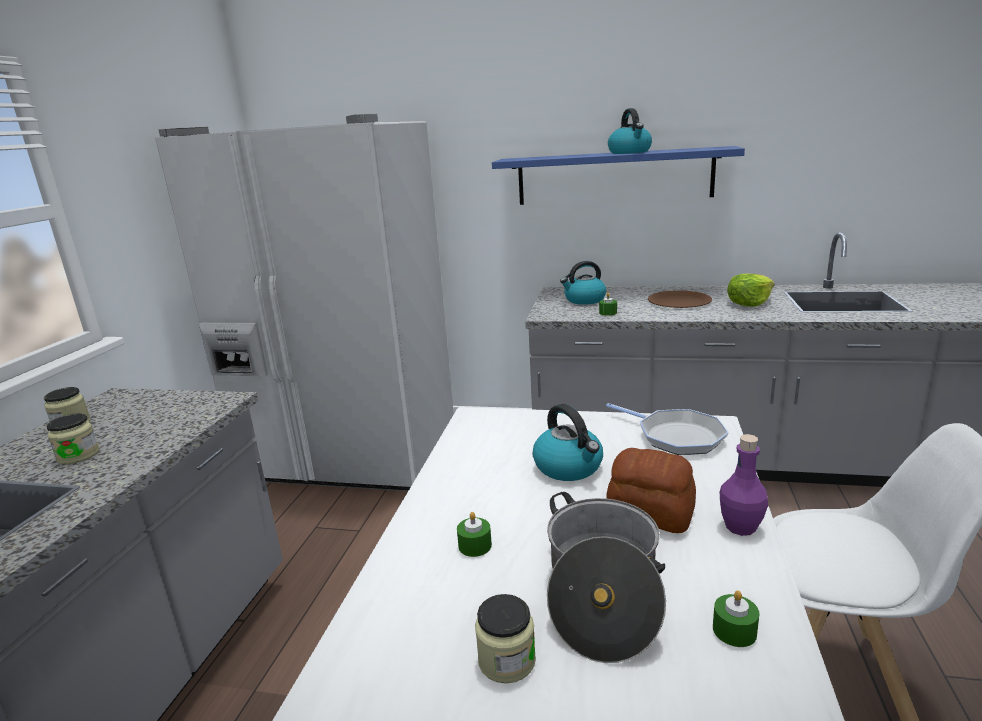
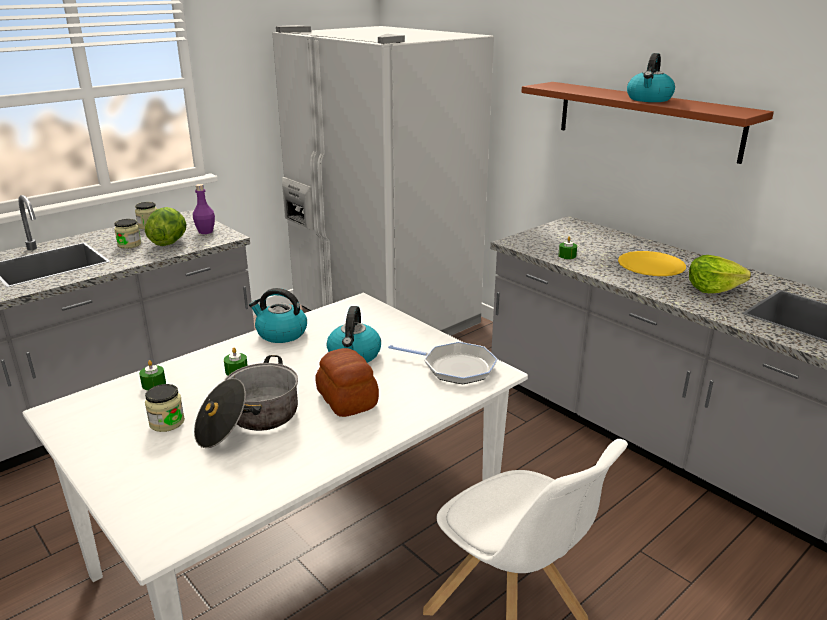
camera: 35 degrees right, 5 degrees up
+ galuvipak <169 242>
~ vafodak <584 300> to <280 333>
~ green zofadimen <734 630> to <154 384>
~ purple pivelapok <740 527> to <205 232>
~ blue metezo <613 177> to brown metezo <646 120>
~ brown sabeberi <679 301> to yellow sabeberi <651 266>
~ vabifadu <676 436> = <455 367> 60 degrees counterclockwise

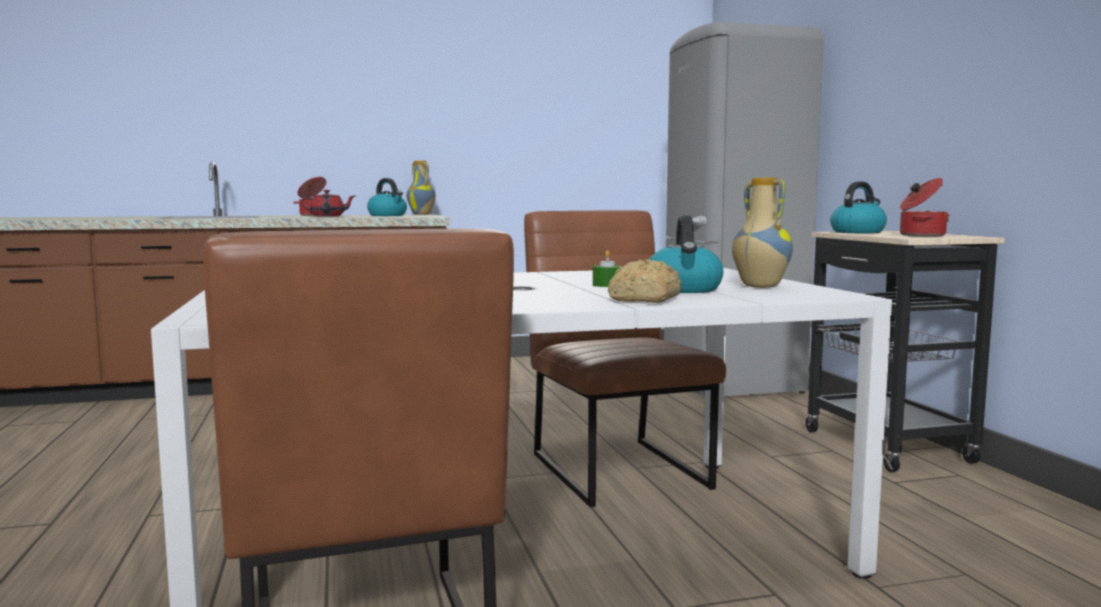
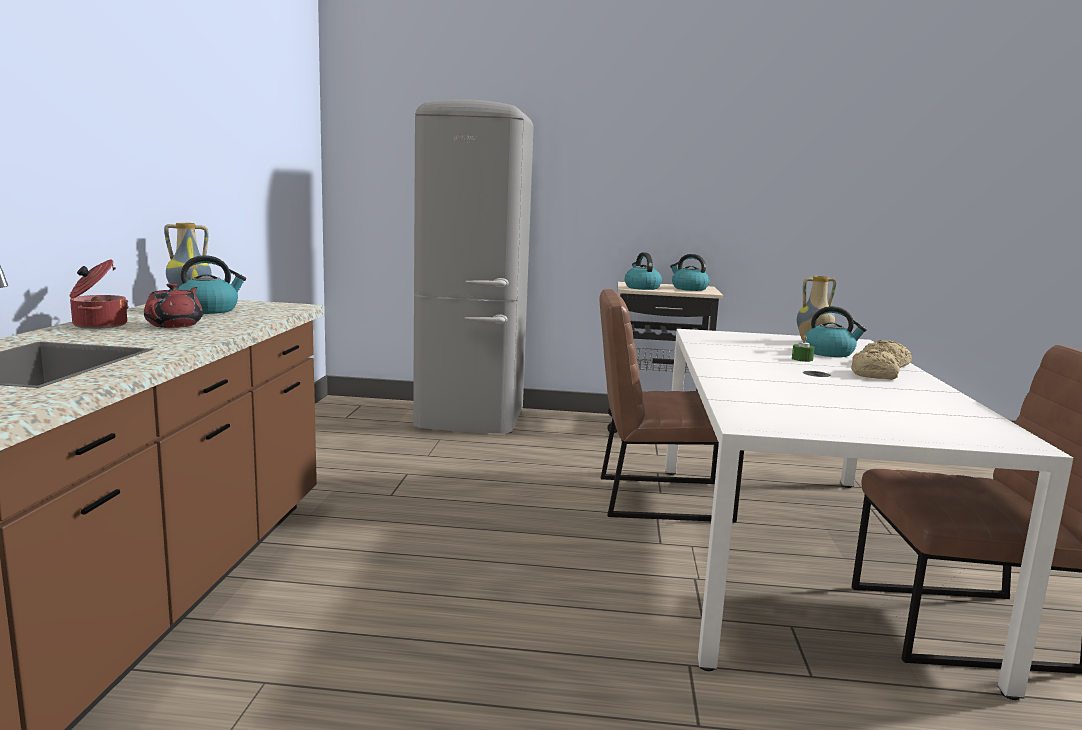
camera: 70 degrees left, 5 degrees up
+ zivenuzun <875 375>
~ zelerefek <920 235> to vafodak <688 288>

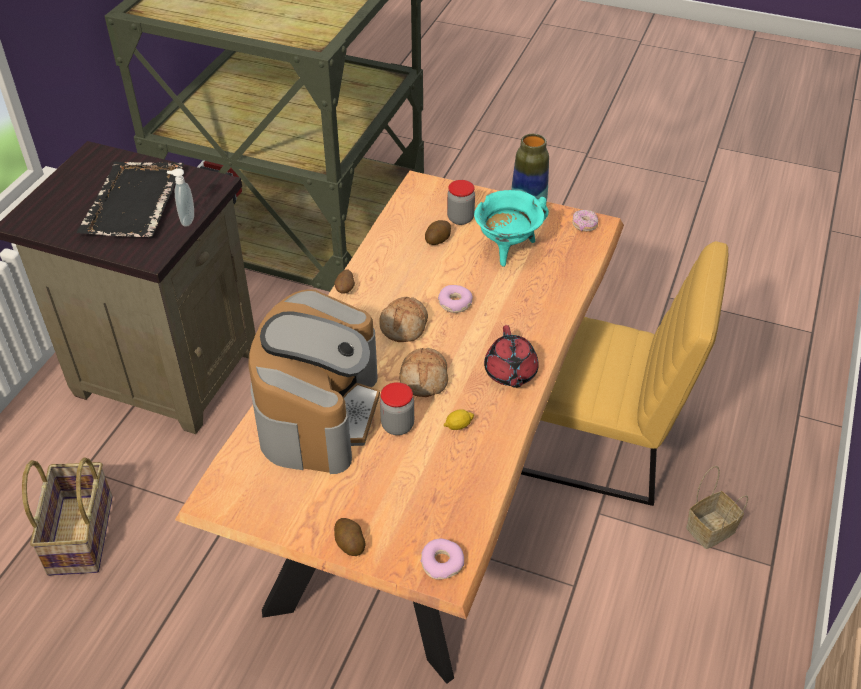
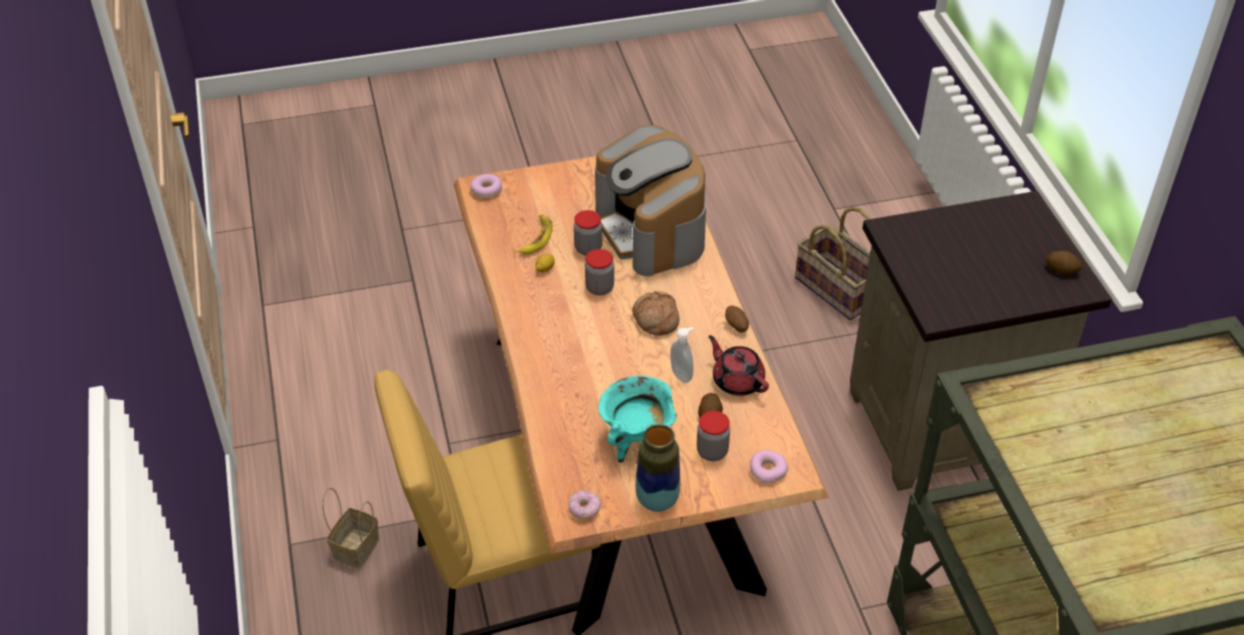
camera: 145 degrees right, 0 degrees up
- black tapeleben <133 203>
+ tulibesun <536 238>
~ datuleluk <186 220> to <682 375>
~ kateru <349 543> to <1062 270>
~ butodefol <455 303> to <767 470>
~ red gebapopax <510 373> to <737 380>
~ zivenuzun <425 379> to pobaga <599 288>

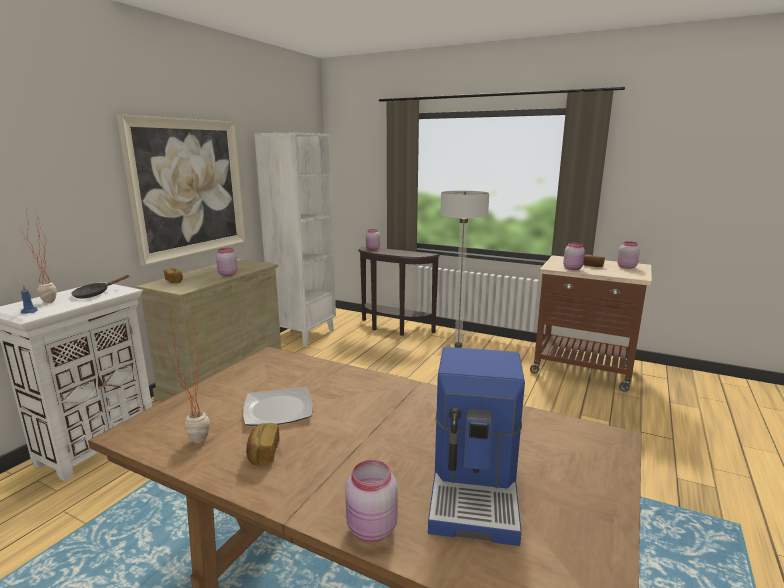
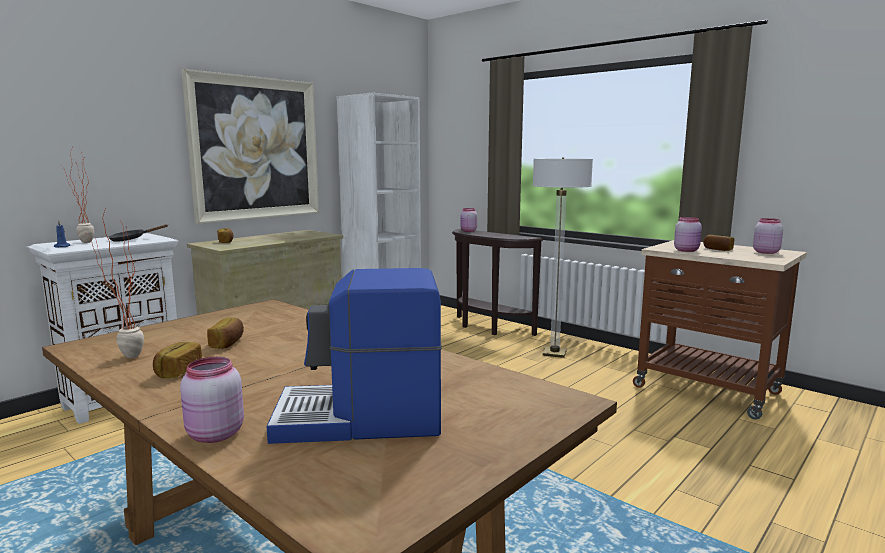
camera: 15 degrees right, 5 degrees down
- pink pobaga <227 274>
~ sabeberi <277 409> to zivenuzun <228 343>
~ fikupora <476 486> = <360 419> 60 degrees clockwise

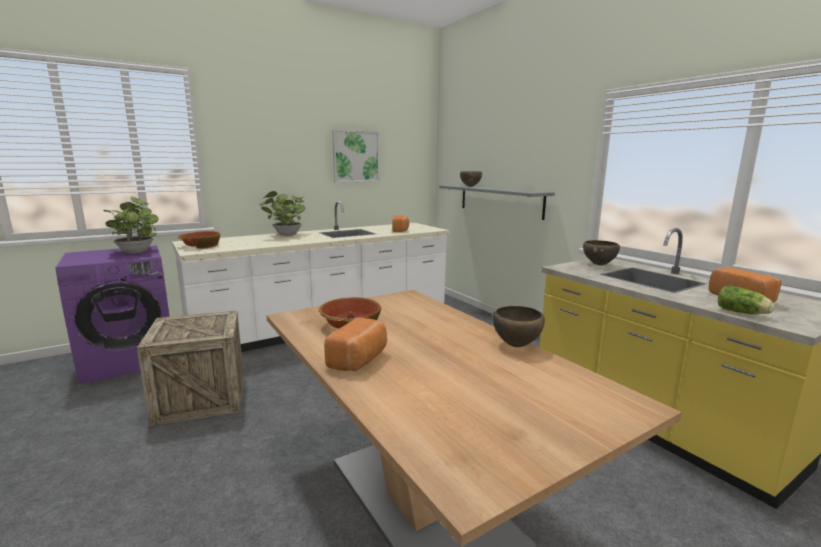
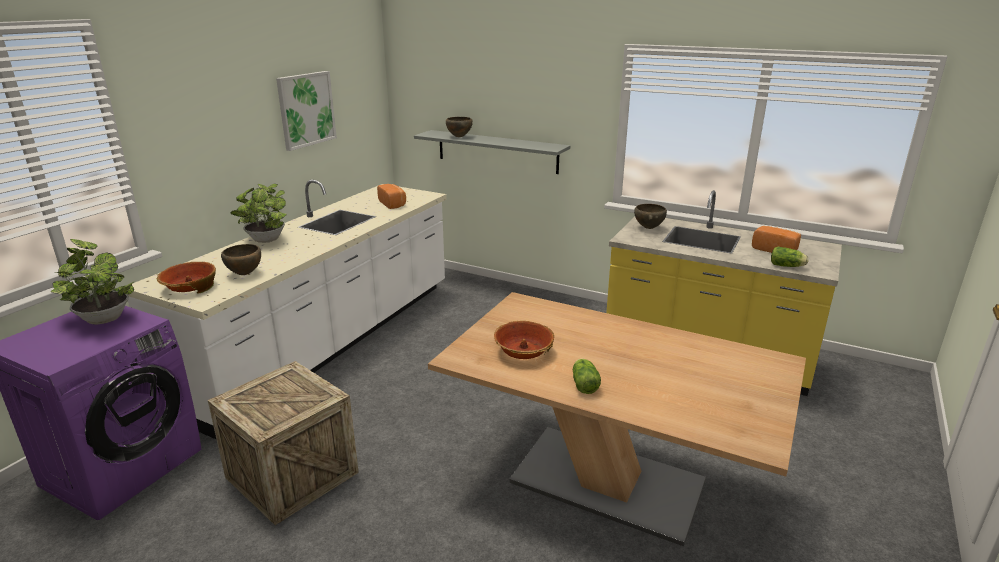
camera: 30 degrees left, 10 degrees up
~ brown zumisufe <516 345> to <245 274>
~ zivenuzun <359 360> to galuvipak <584 384>

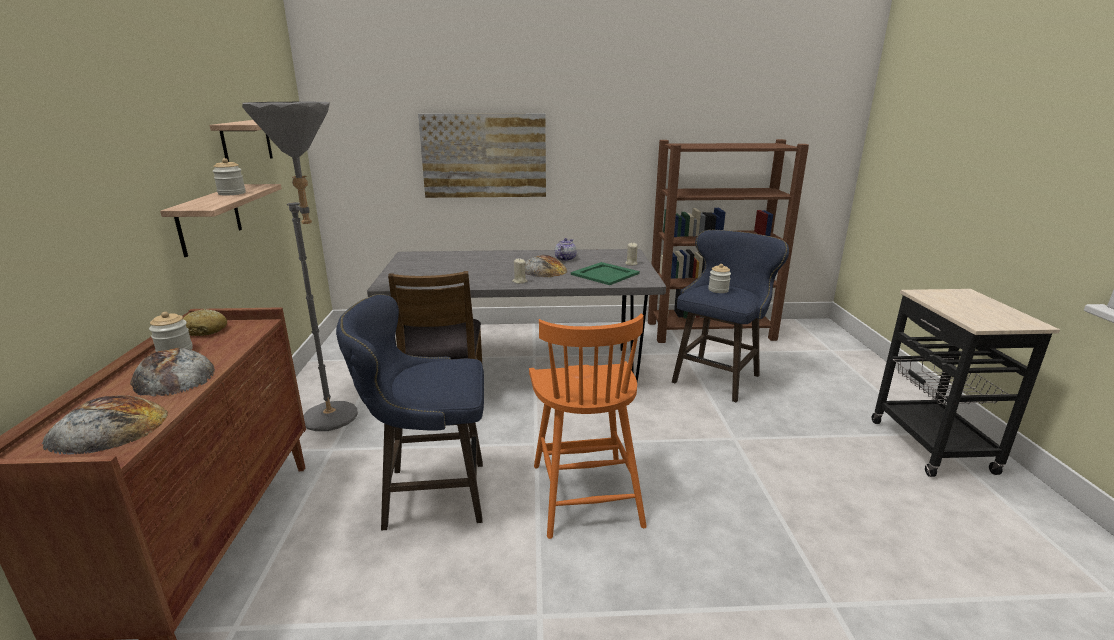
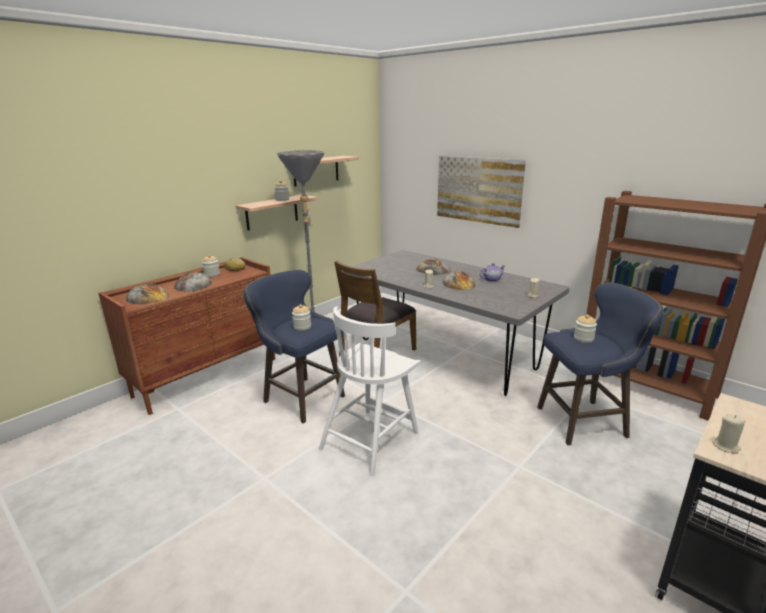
camera: 45 degrees right, 0 degrees up
- green tapeleben <604 274>
+ pobaga <302 327>
+ zivenuzun <433 270>
+ beige zofadimen <726 446>
~ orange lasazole <585 491> to white lasazole <371 439>

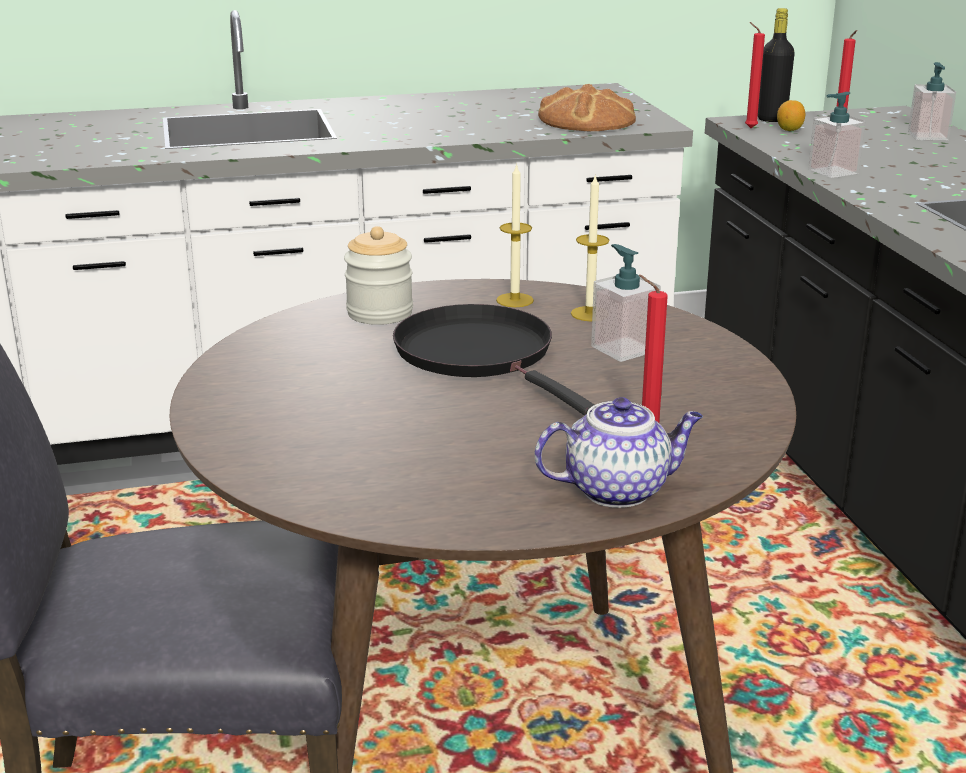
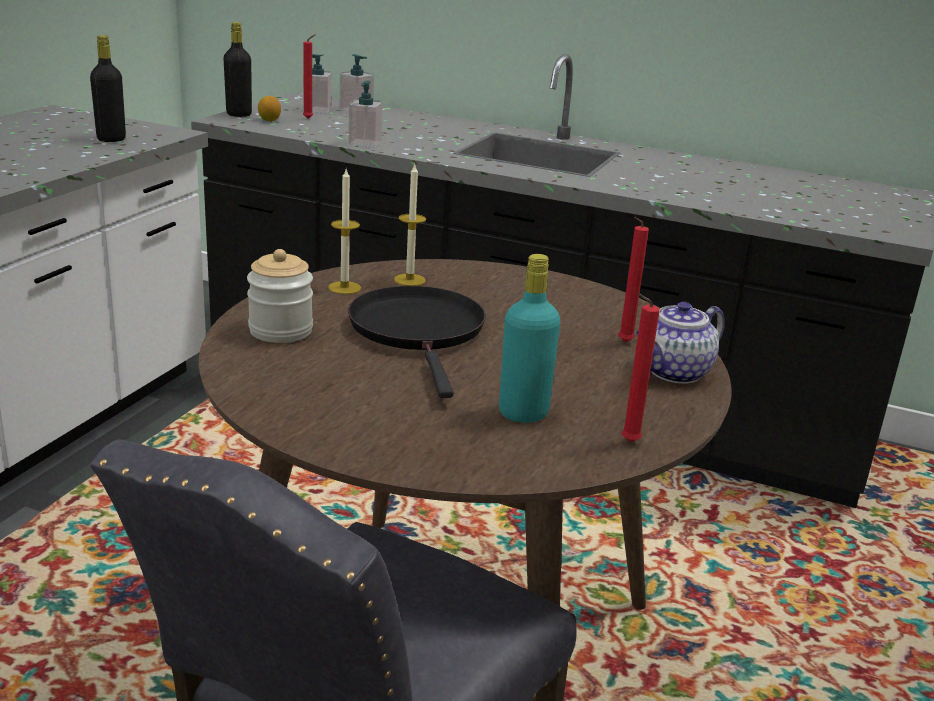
camera: 55 degrees left, 0 degrees up
+ turquoise pivelapok <523 413>
~ datuleluk <623 349> to <317 109>
~ red zofadimen <749 128> to <627 442>
~ zivenuzun <586 121> to black pivelapok <111 139>
~ black vabifadu <480 355> = <419 331> 75 degrees clockwise
~ gebapopax <618 489> = <673 373> 150 degrees counterclockwise

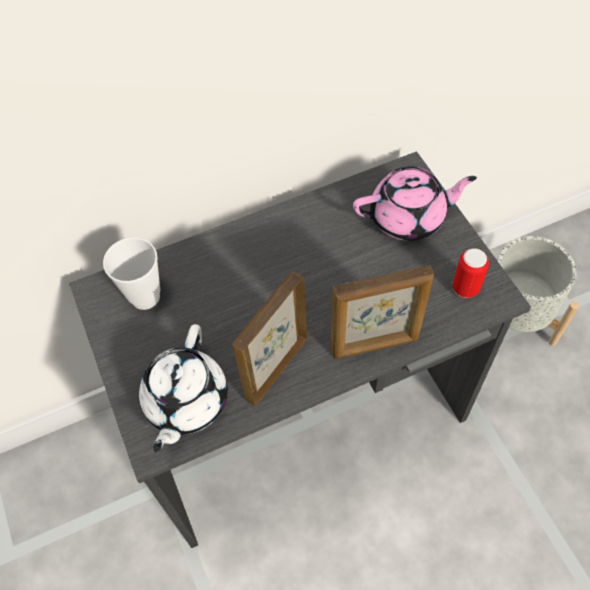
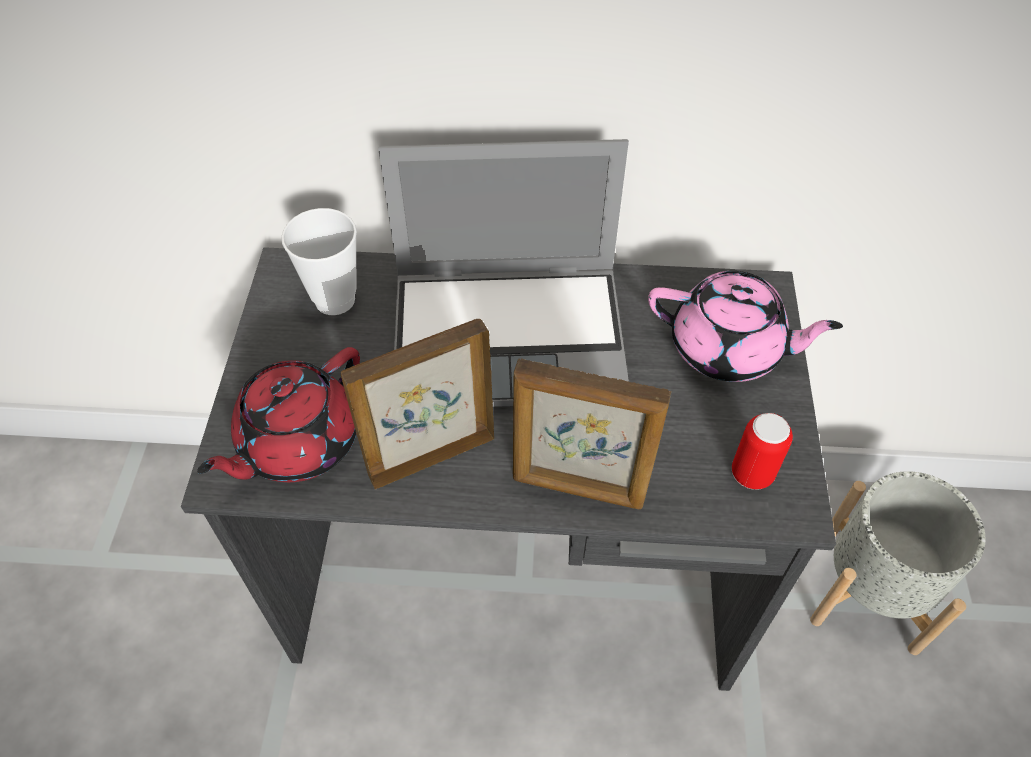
camera: 25 degrees right, 5 degrees down
+ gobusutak <511 336>
~ white gebapopax <185 402> to red gebapopax <297 442>

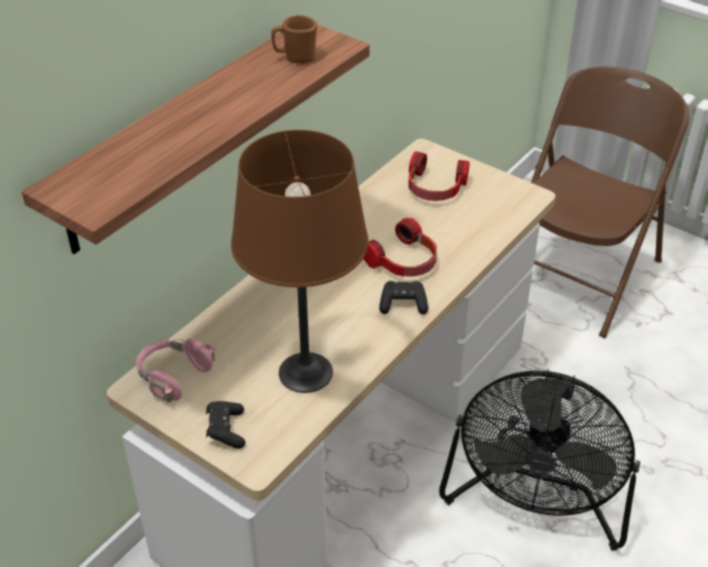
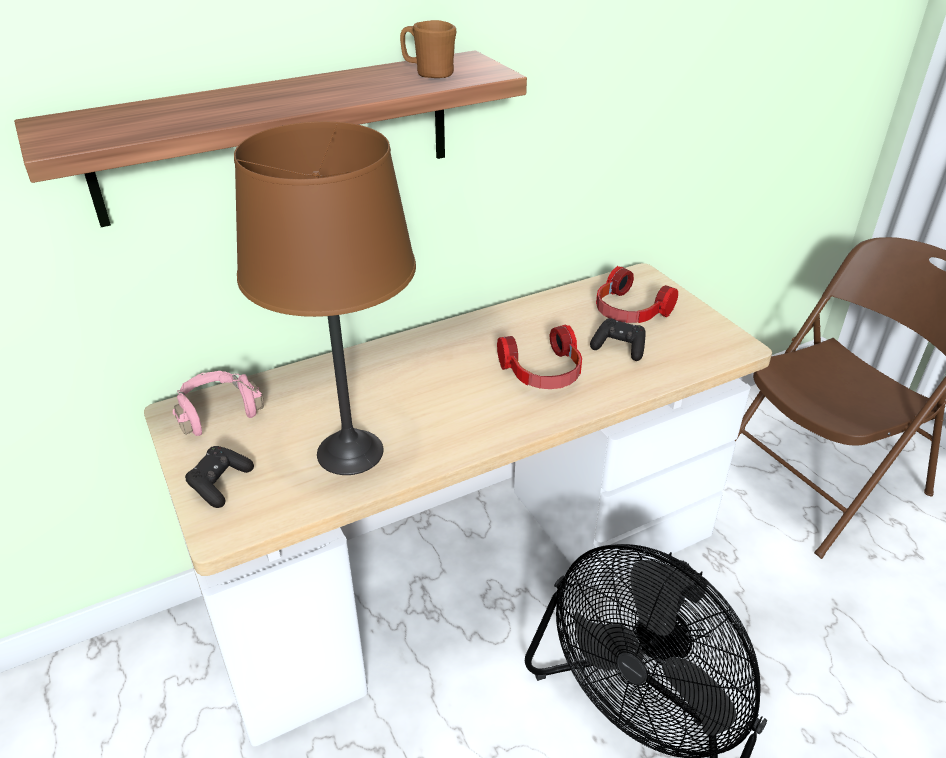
camera: 25 degrees right, 5 degrees down
~ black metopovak <403 304> to <619 348>

